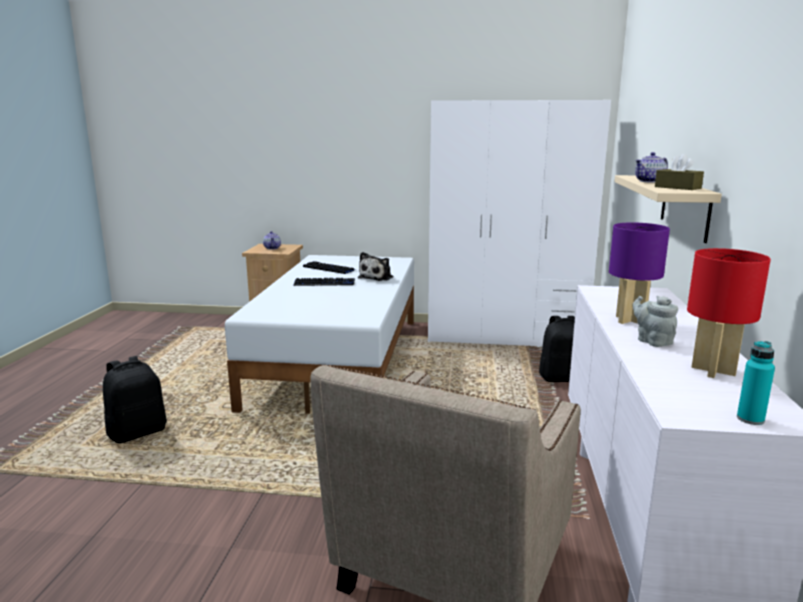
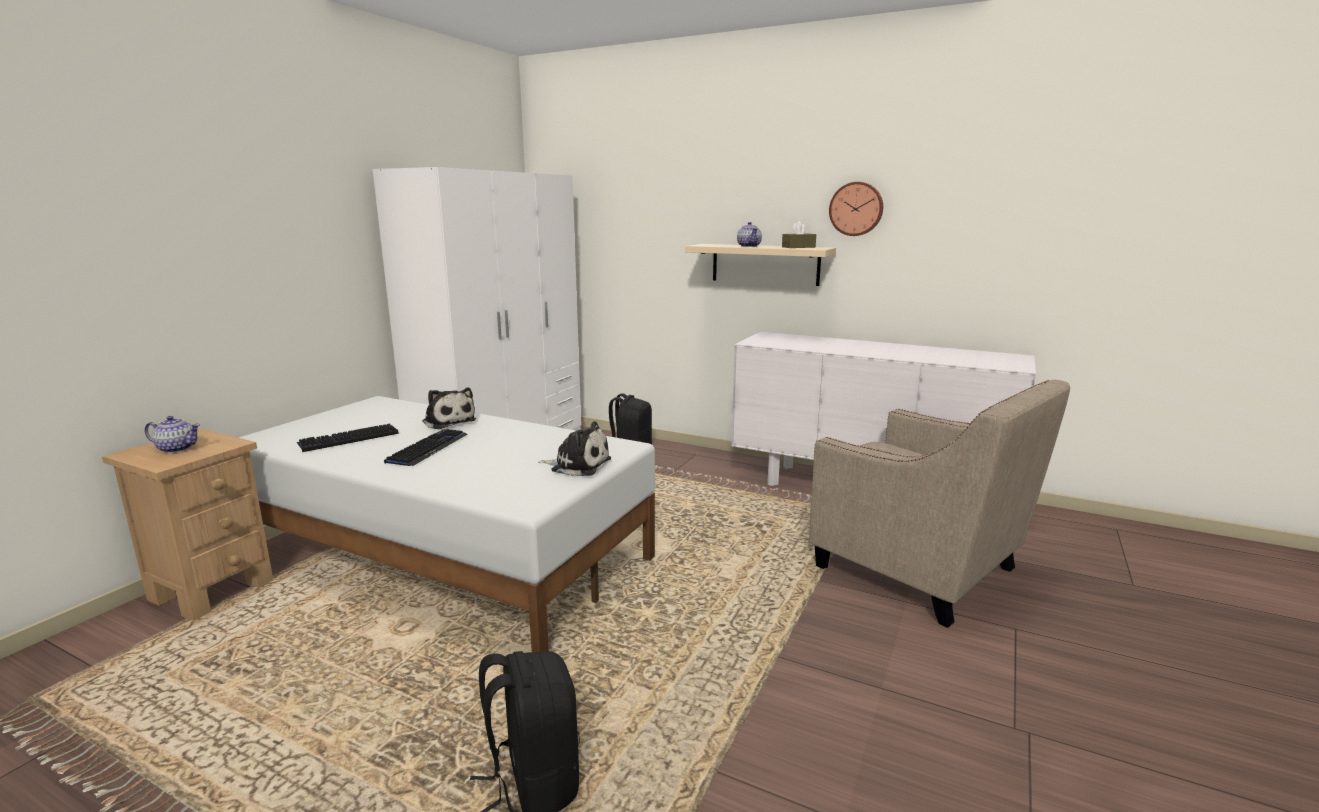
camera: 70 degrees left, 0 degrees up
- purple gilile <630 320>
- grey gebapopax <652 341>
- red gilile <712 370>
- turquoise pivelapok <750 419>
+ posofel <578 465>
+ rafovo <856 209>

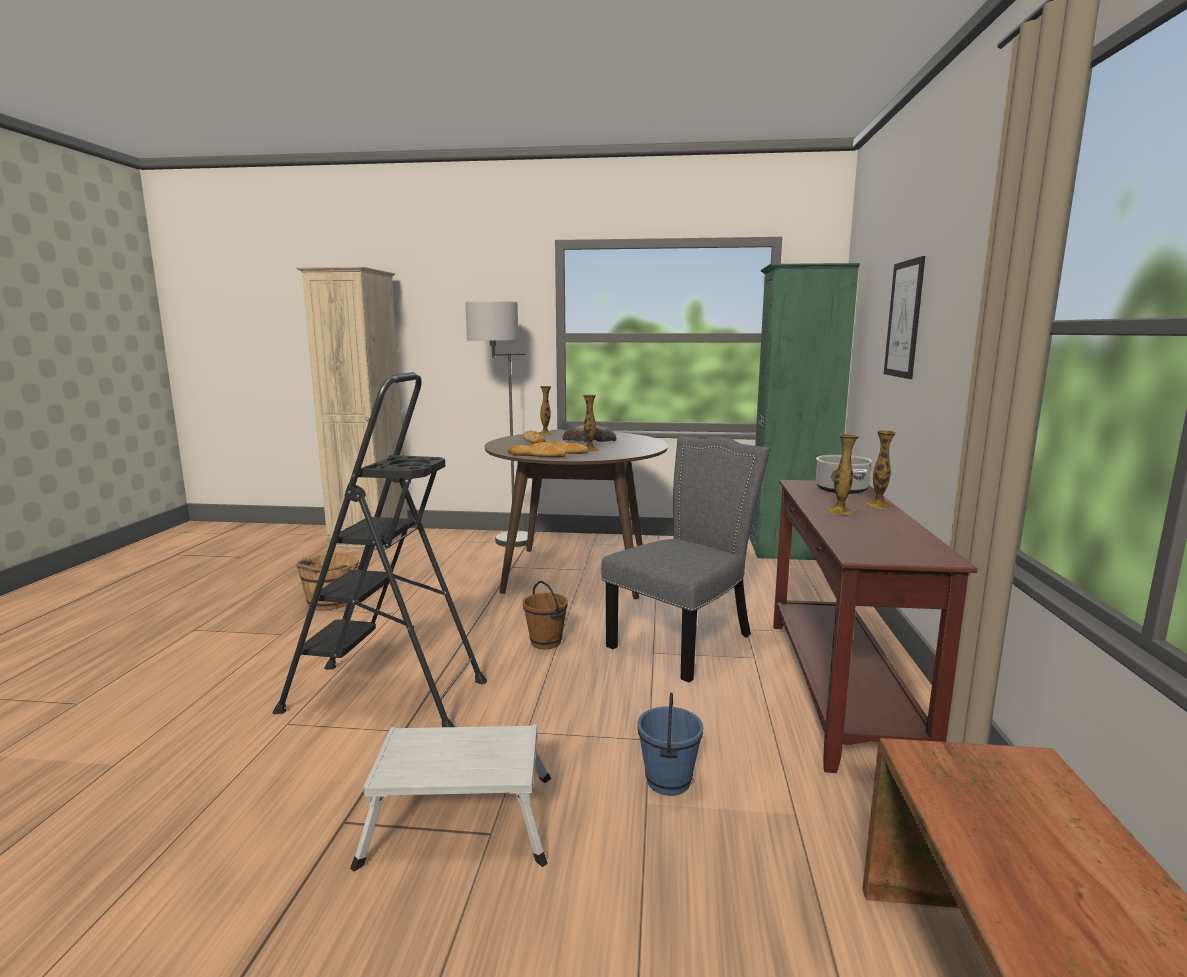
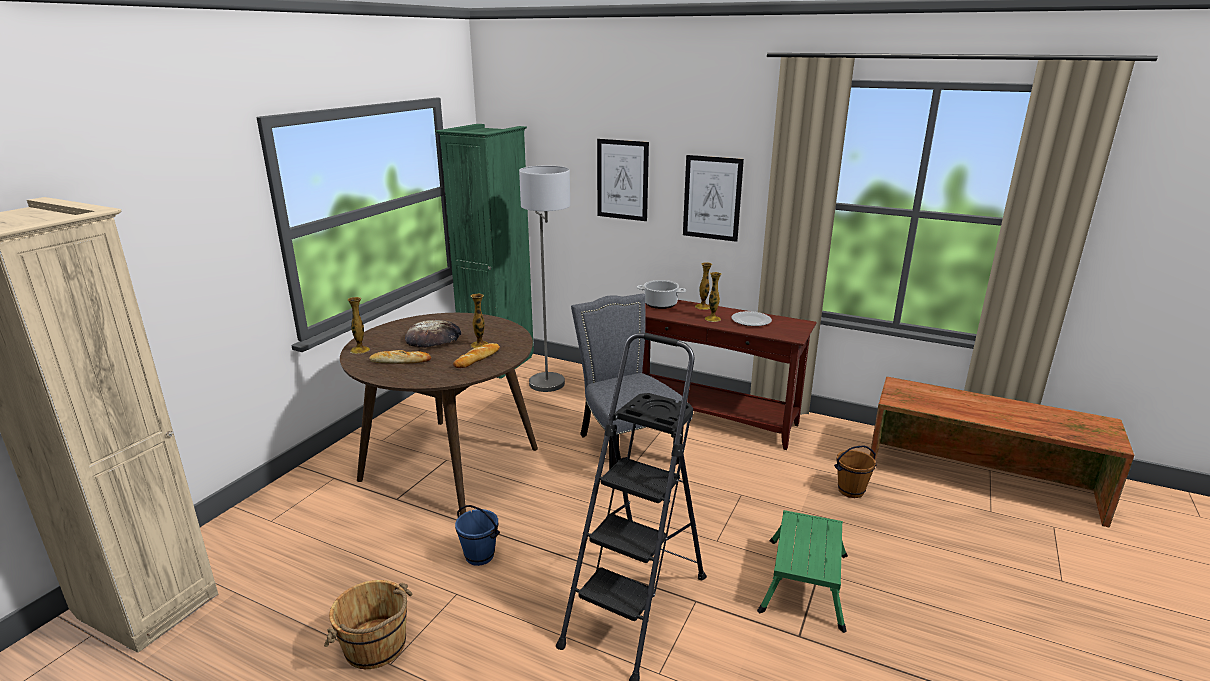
camera: 70 degrees left, 10 degrees up
- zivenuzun <537 455>
+ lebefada <712 198>
+ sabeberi <750 320>
~ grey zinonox <504 543> to <550 388>
~ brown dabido <546 642> to <850 490>
~ blue dabido <669 782> to <480 556>
~ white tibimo <461 819> to green tibimo <804 581>

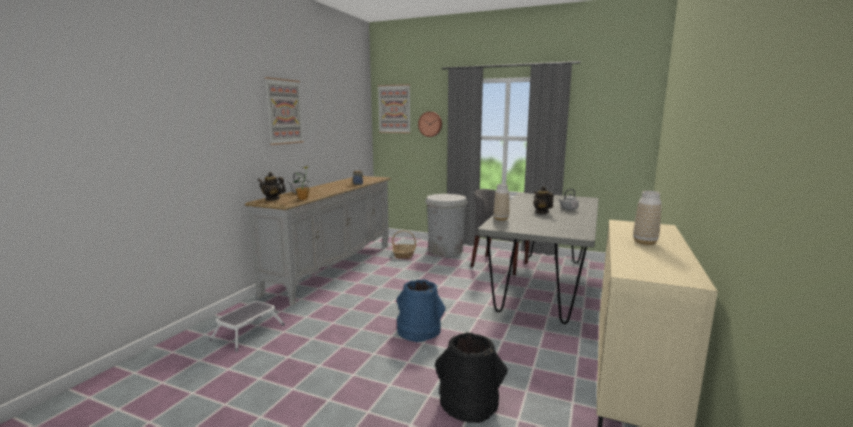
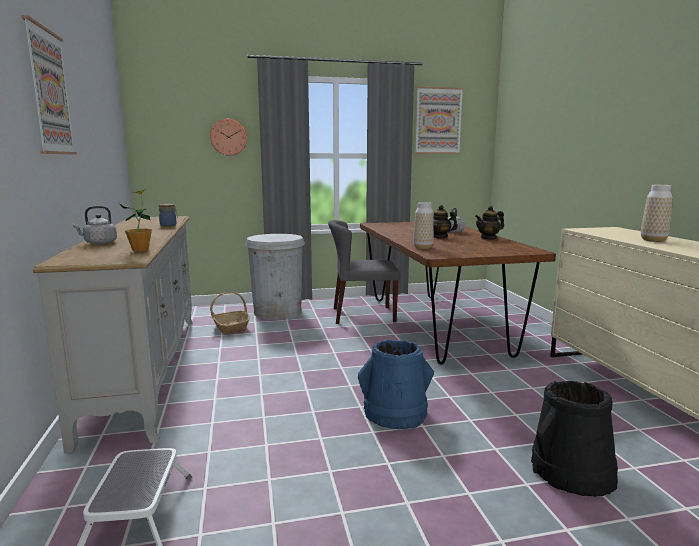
camera: 35 degrees left, 0 degrees up
~ gebapopax <272 199> to <488 238>
~ lebefada <394 109> to <438 121>
~ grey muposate <543 284> to brown muposate <436 325>

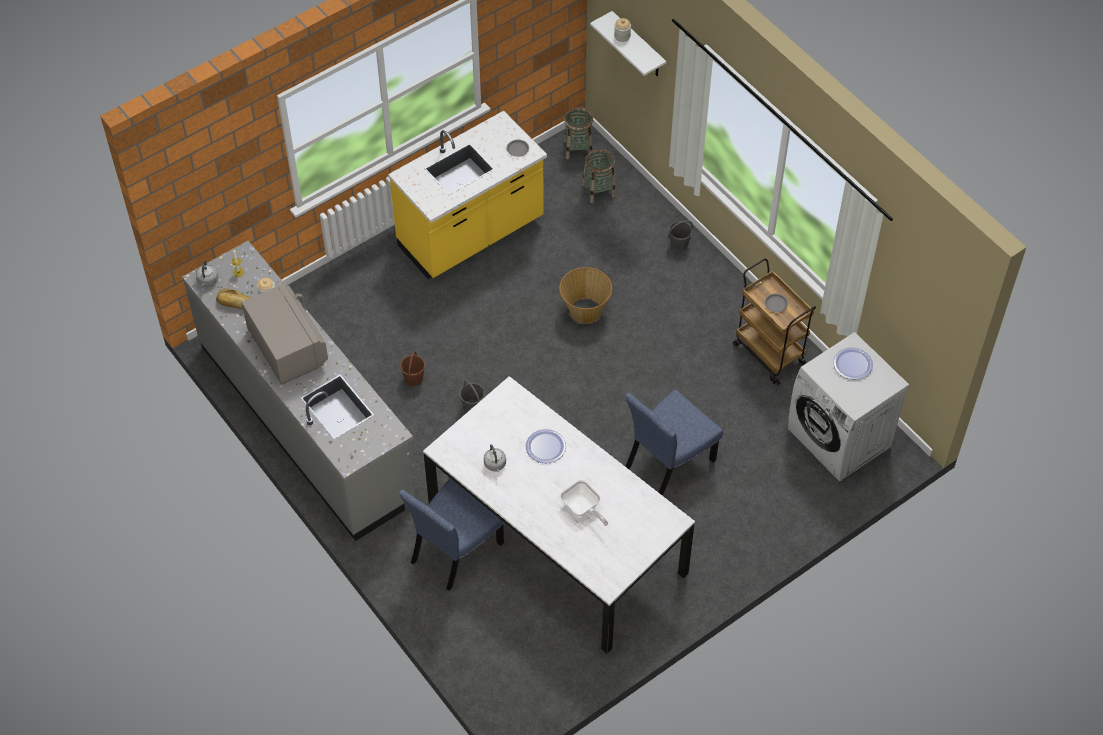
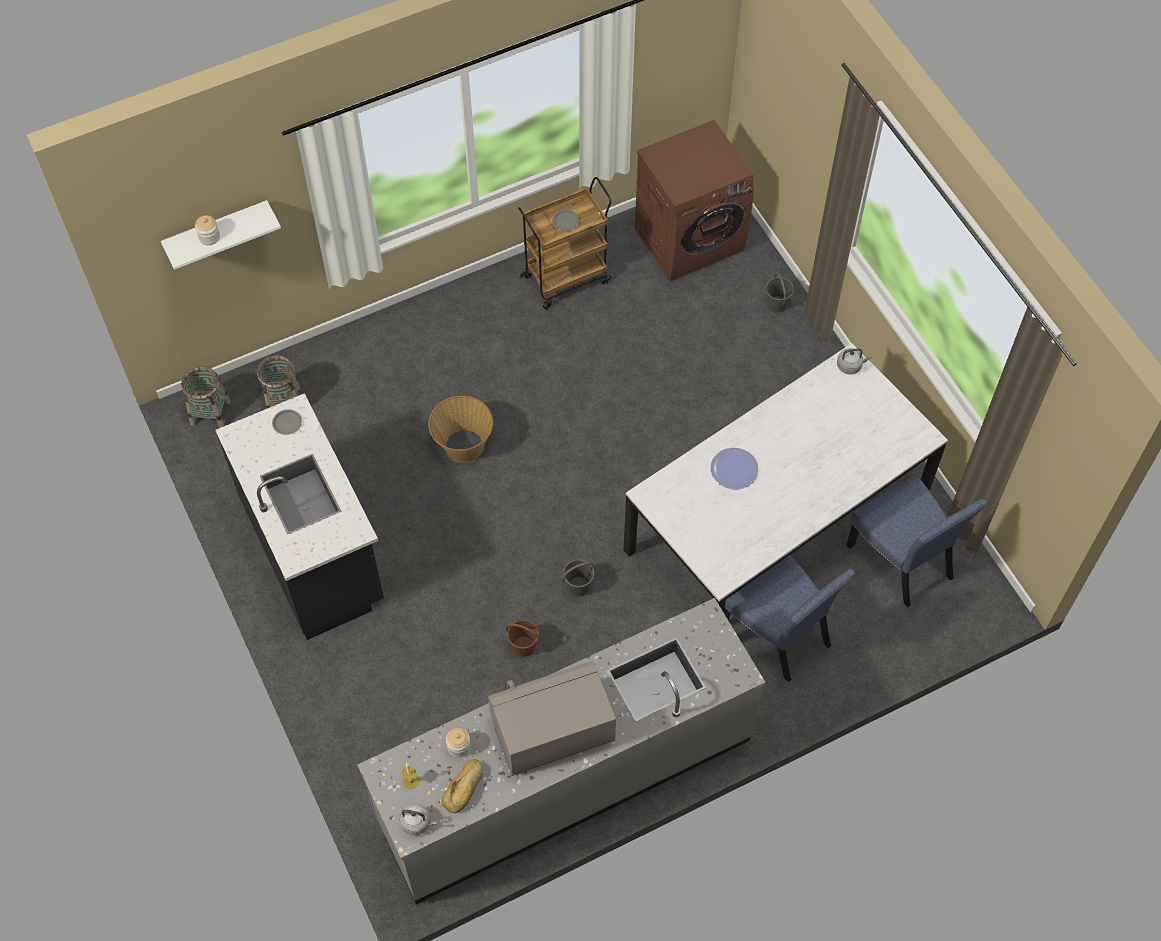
camera: 80 degrees left, 5 degrees up
- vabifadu <582 509>
- sabeberi <852 364>
~ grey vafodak <495 465> to <850 366>
~ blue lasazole <669 461> to <900 558>
~ grey dabido <679 244> to <777 304>
~ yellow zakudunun <471 235> to black zakudunun <314 551>
~ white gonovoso <839 439> to brown gonovoso <689 241>

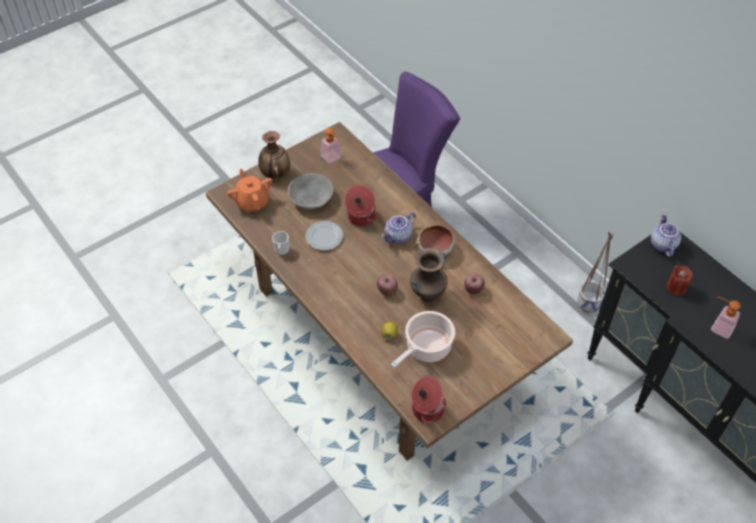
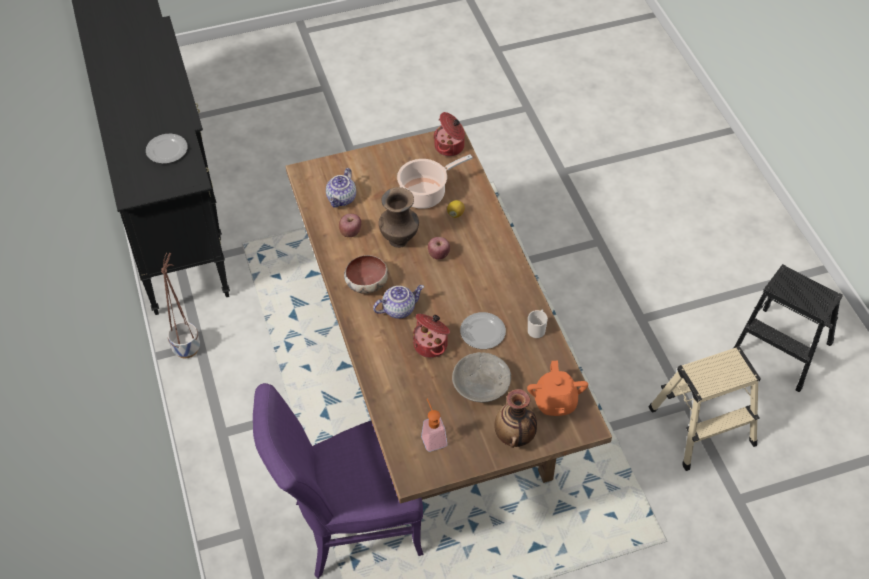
camera: 160 degrees left, 0 degrees up
- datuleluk <718 327>
+ beige tibimo <702 425>
+ black tibimo <782 348>
~ gebapopax <662 244> to <342 199>
~ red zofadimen <676 287> to sabeberi <167 150>

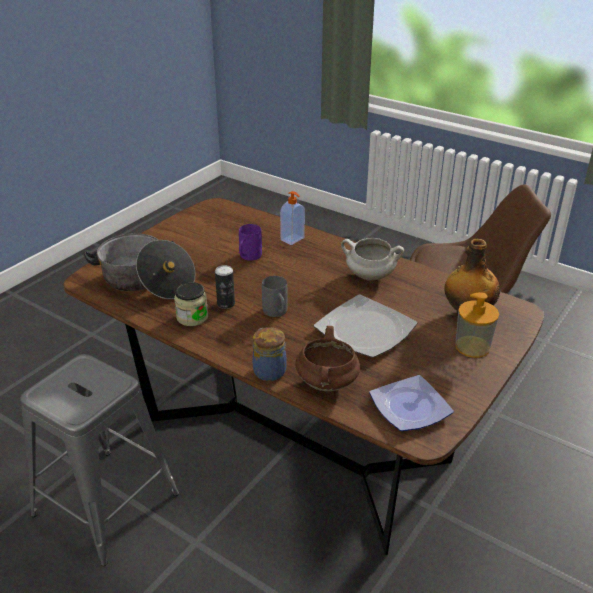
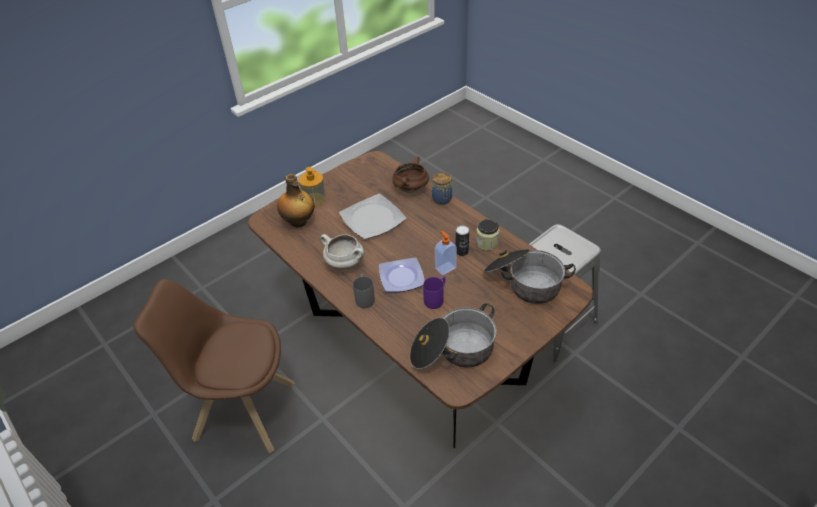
camera: 165 degrees left, 10 degrees up
+ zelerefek <453 350>
~ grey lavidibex <277 313> to <364 297>
~ datuleluk <293 239> to <445 268>
~ sabeberi <411 408> to <400 277>

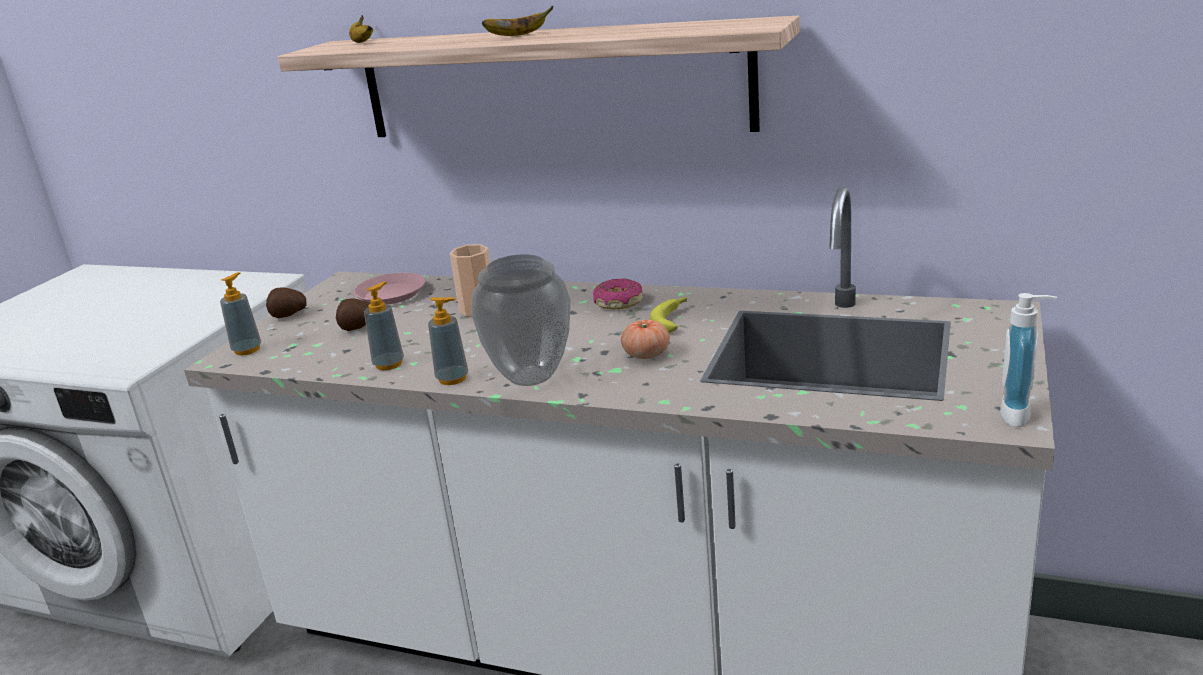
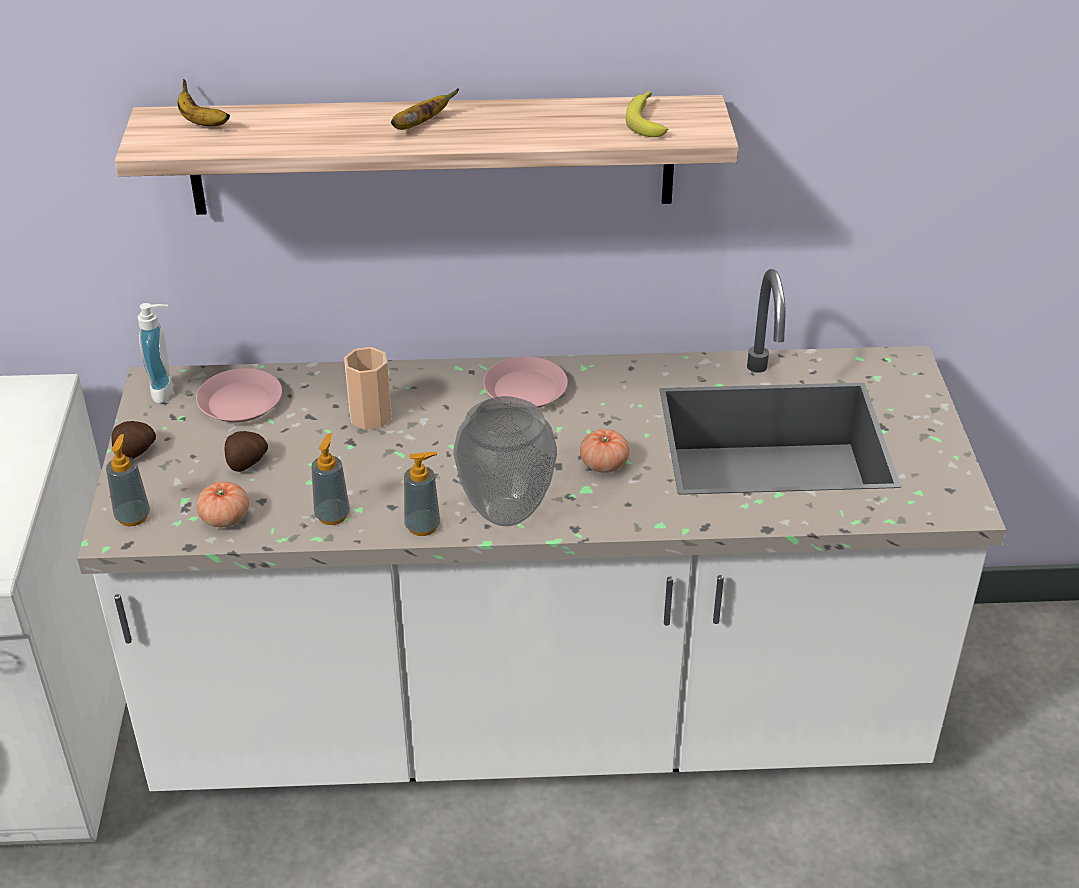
camera: 25 degrees left, 15 degrees up
+ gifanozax <225 518>
~ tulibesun <673 319> to <647 119>
~ datuleluk <1021 415> to <167 390>
~ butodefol <618 303> to pink sabeberi <525 390>

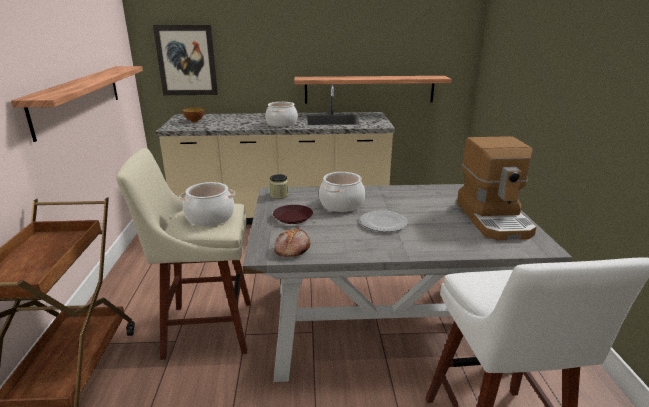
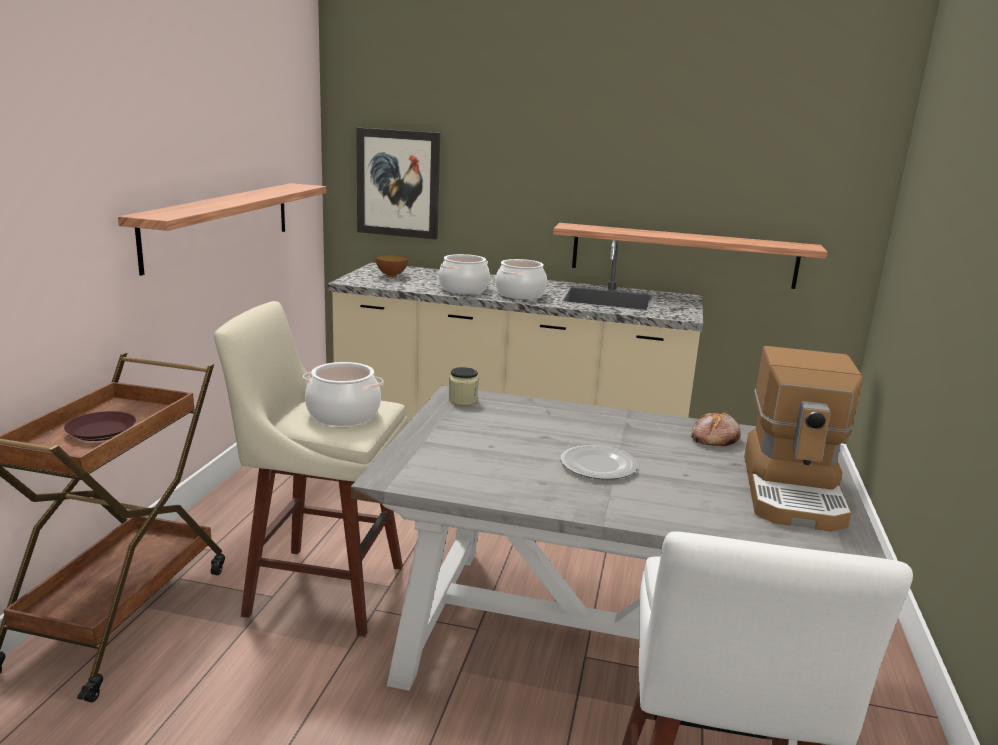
camera: 15 degrees right, 5 degrees down
~ brown sabeberi <293 217> to <102 431>
~ zivenuzun <291 249> to <713 439>
~ zelerefek <341 204> to <463 289>

